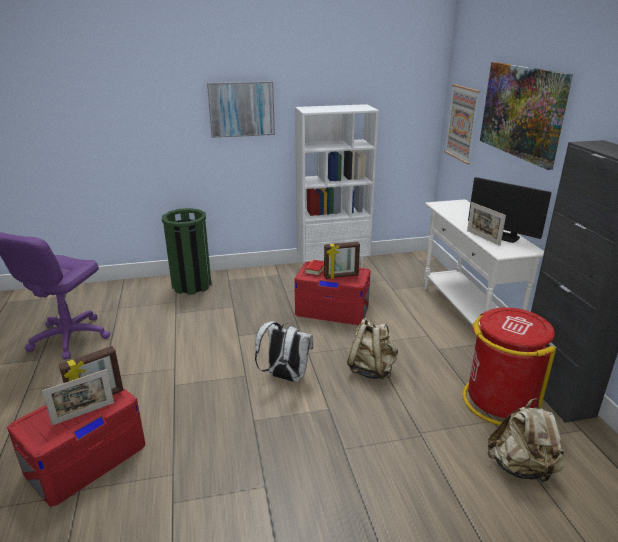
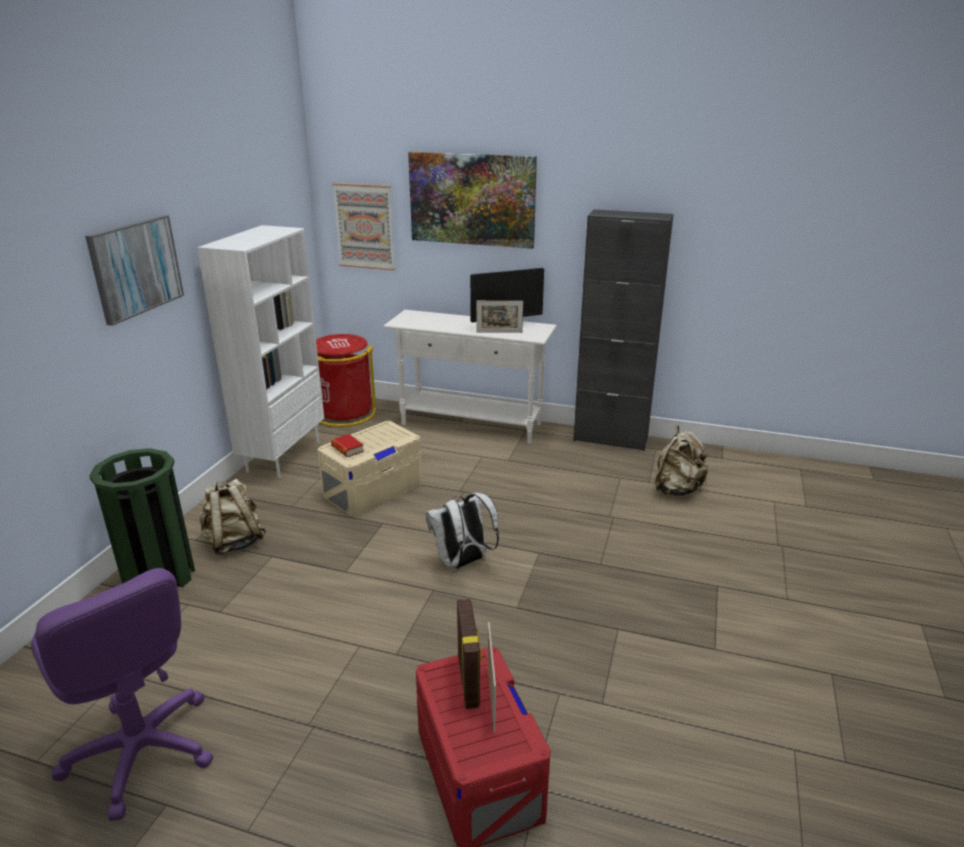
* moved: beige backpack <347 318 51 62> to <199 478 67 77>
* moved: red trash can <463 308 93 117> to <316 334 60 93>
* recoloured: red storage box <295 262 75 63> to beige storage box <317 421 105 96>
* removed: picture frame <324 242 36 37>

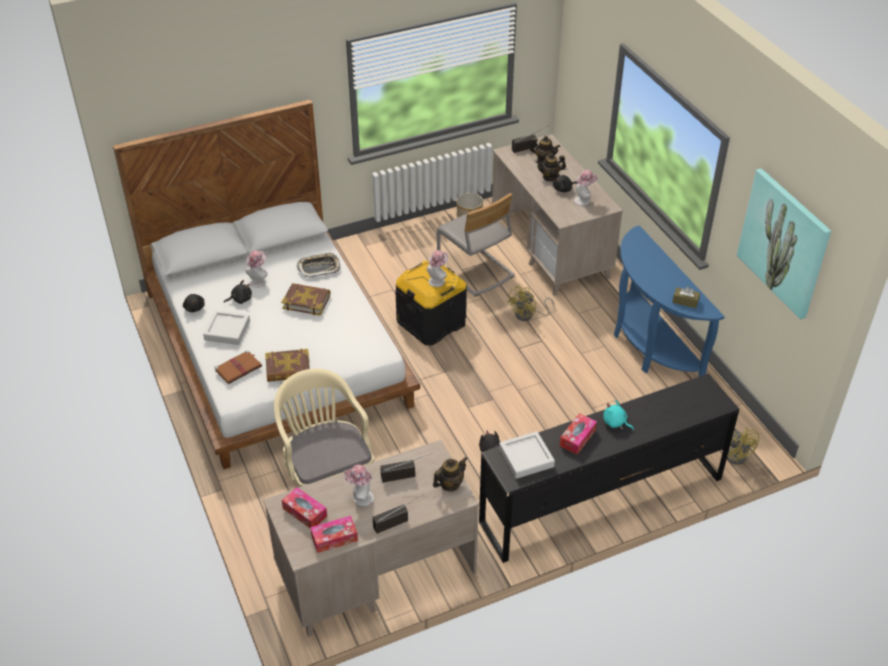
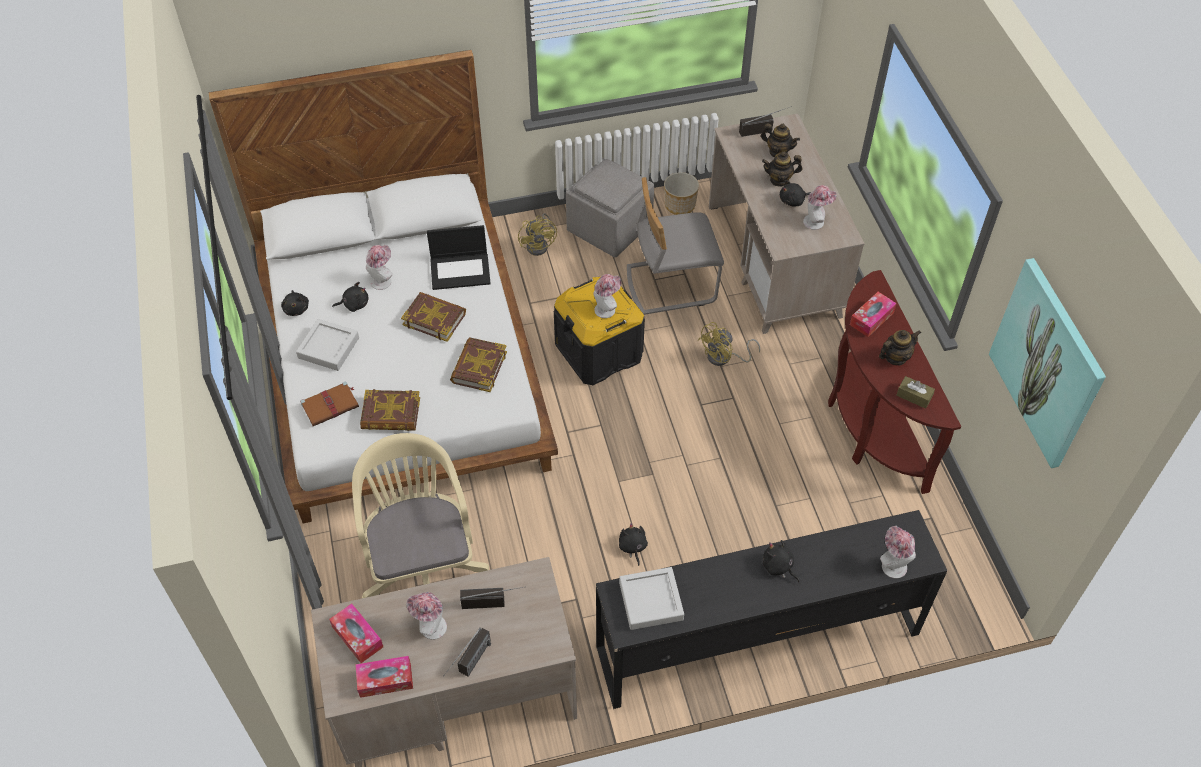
* replaced: tray <297 252 43 25> to laptop <427 225 64 65>
* turned: radio <373 495 49 39> = <443 628 48 49> 135 degrees clockwise
* added: book <450 337 57 55>
* moved: yellow fan <727 427 33 38> to <518 213 39 43>
* added: grey ottoman <566 158 88 99>
* turned: grey chair <436 193 79 104> = <627 177 97 138> 105 degrees clockwise
* recoloured: turquoise plush toy <603 400 31 30> to black plush toy <763 540 36 42>
* recoloured: blue console table <614 225 111 152> to brown console table <828 270 133 224>
* moved: tissue box <559 413 38 41> to <850 292 47 45>
* moved: teapot <433 457 35 34> to <879 330 42 36>
* added: hat <880 526 36 52>

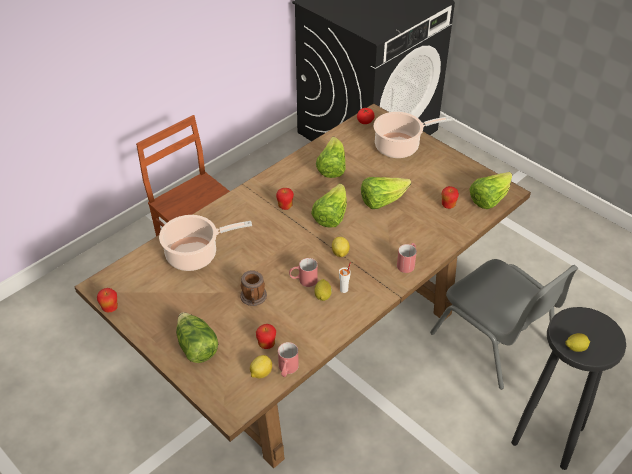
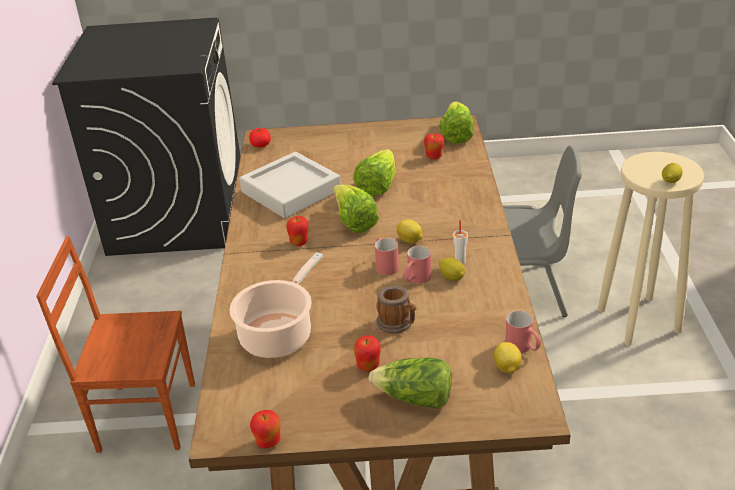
* replaced: lettuce <316 137 30 41> to grey tray <239 152 102 66>
* moved: apple <256 324 20 25> to <354 335 27 37>
* moved: red mug <397 243 20 30> to <375 238 24 37>
* recoloured: black stool <511 307 115 163> to beige stool <598 152 106 194>
* removed: cooking pot <374 112 79 46>

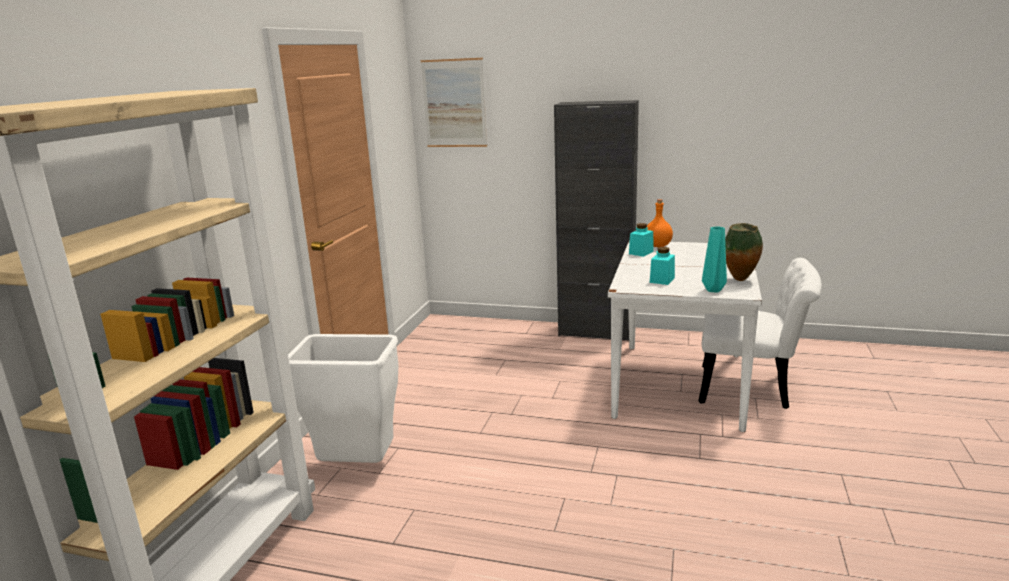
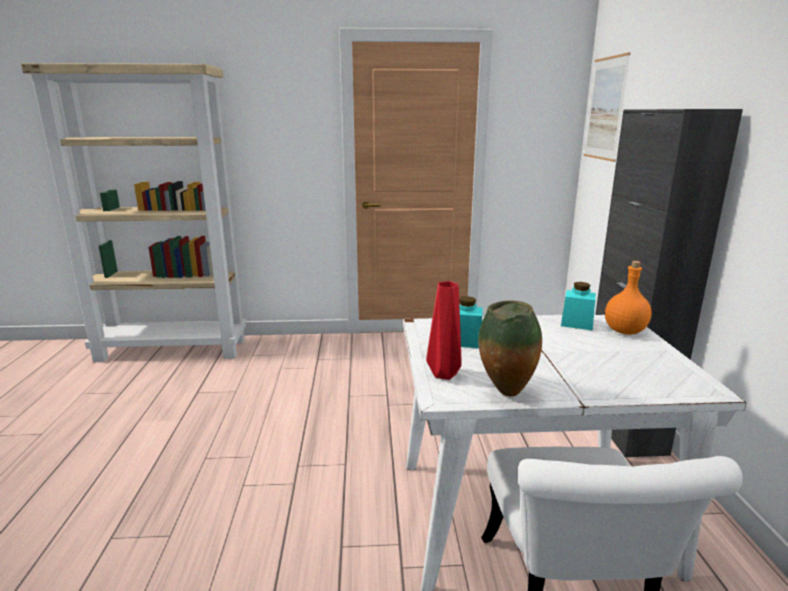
* recoloured: turquoise vase <702 226 25 67> to red vase <426 281 36 99>
* removed: white trash can <288 334 110 129>

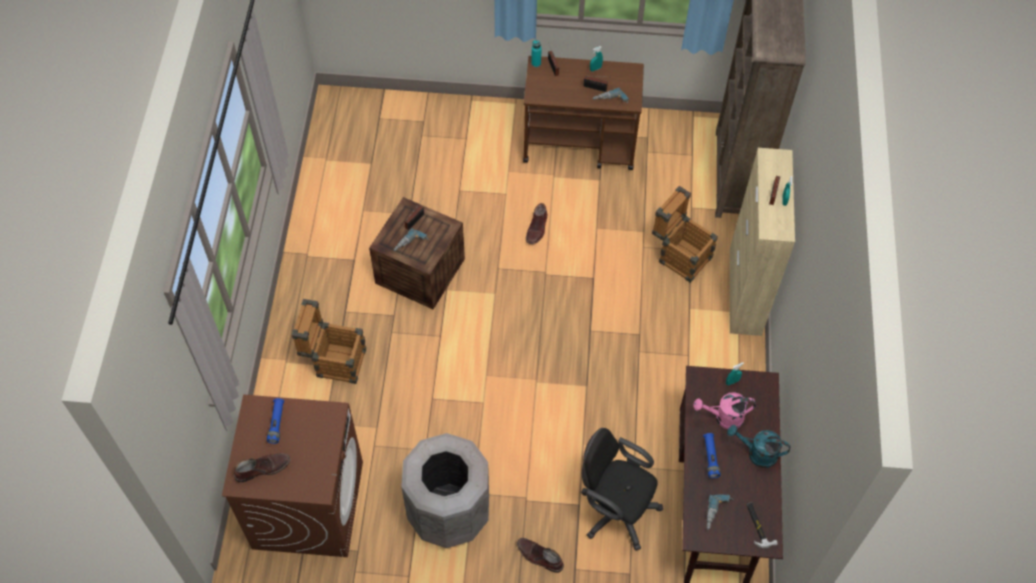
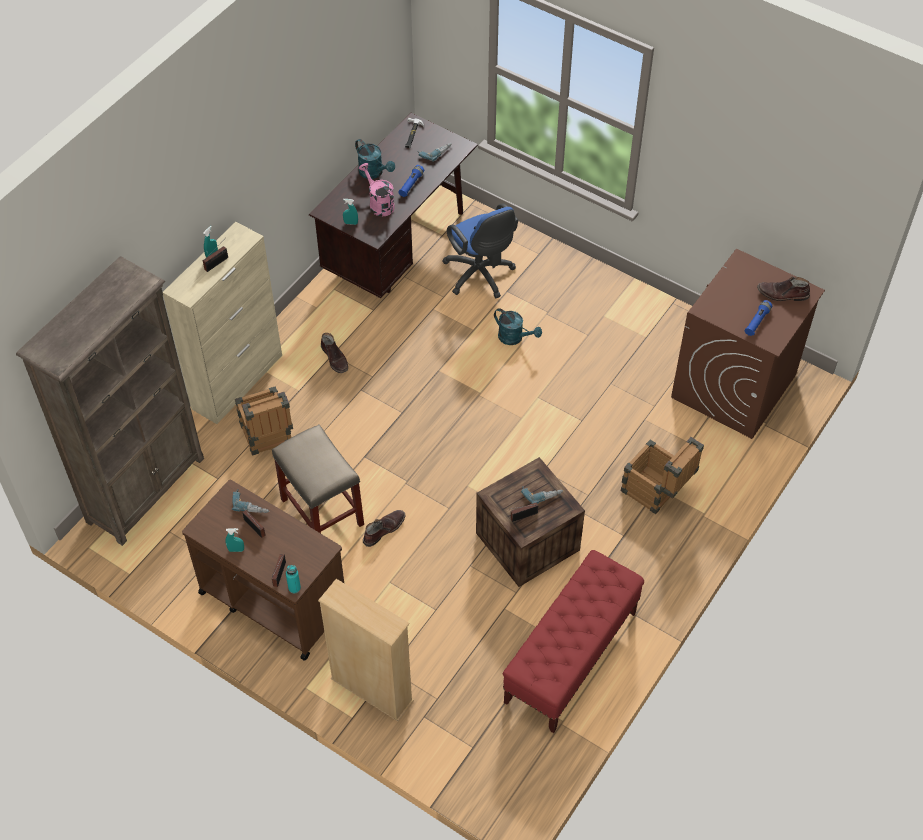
* added: beige stool <272 424 92 109>
* added: beige bookcase <318 579 96 142>
* moved: brown boot <517 538 47 35> to <321 333 27 40>
* turned: pink watering can <693 392 63 37> = <359 163 36 54> 150 degrees counterclockwise
* recoloured: black office chair <581 428 82 123> to blue office chair <443 203 75 95>
* added: turquoise watering can <494 309 48 36>
* added: red bench <503 550 141 183>
* removed: grey trash can <401 433 88 115>

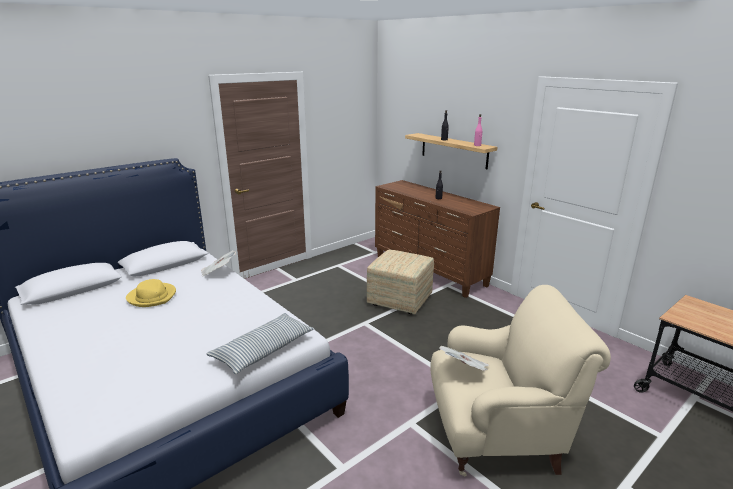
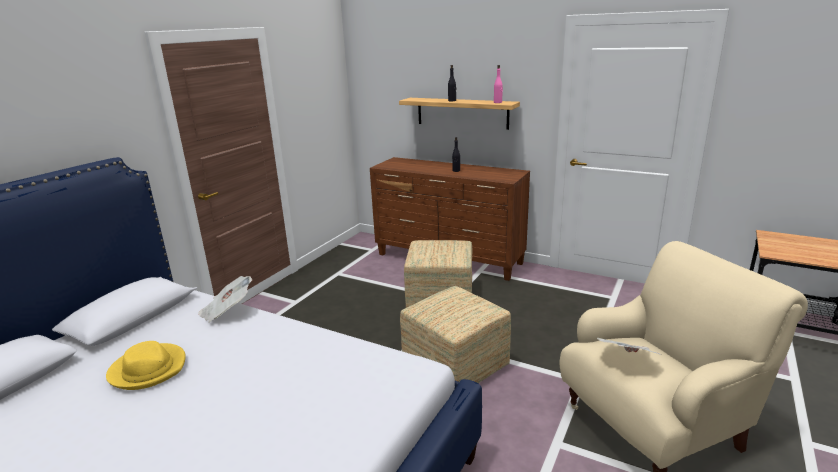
* added: ottoman <400 286 111 97>
* removed: pillow <206 313 108 61>

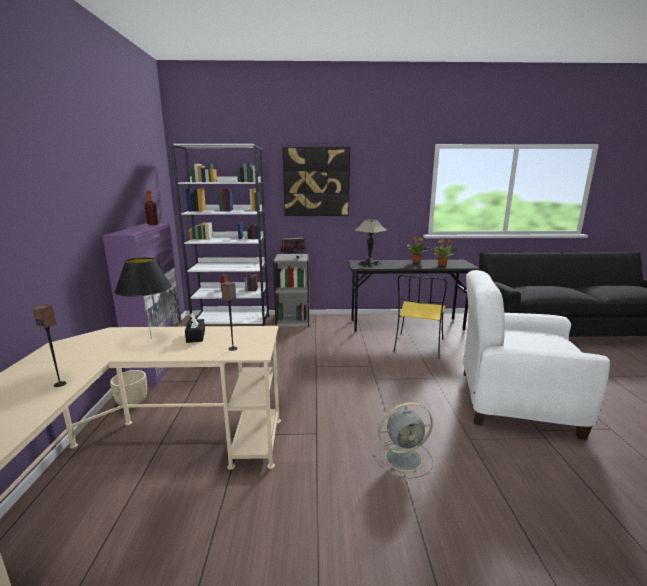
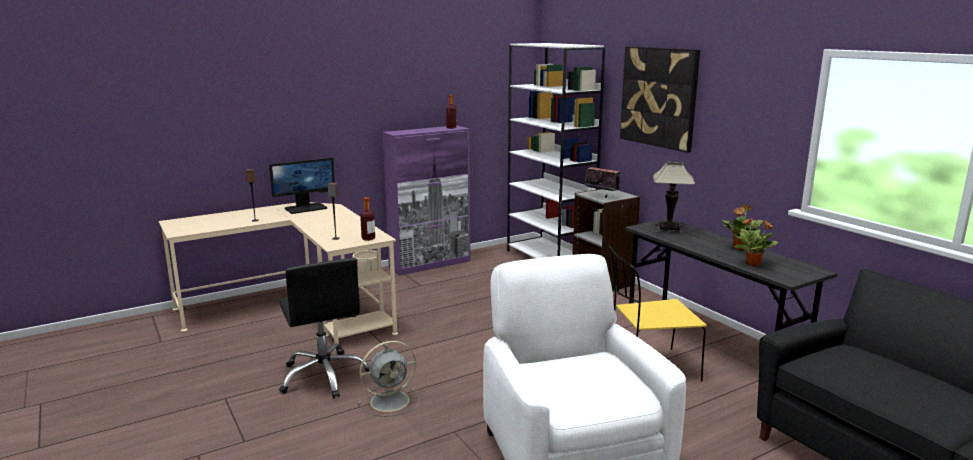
* added: monitor <269 157 66 57>
* added: black office chair <279 258 90 141>
* turned: grey fan <373 402 60 76> = <358 341 62 76> 75 degrees counterclockwise
* added: bottle <360 197 15 44>
* removed: black table lamp <114 257 58 82>
* removed: black tissue box <185 313 20 30>

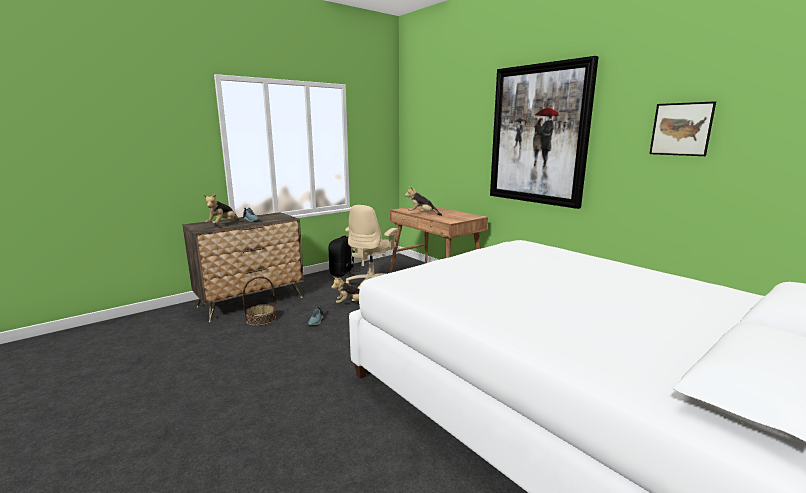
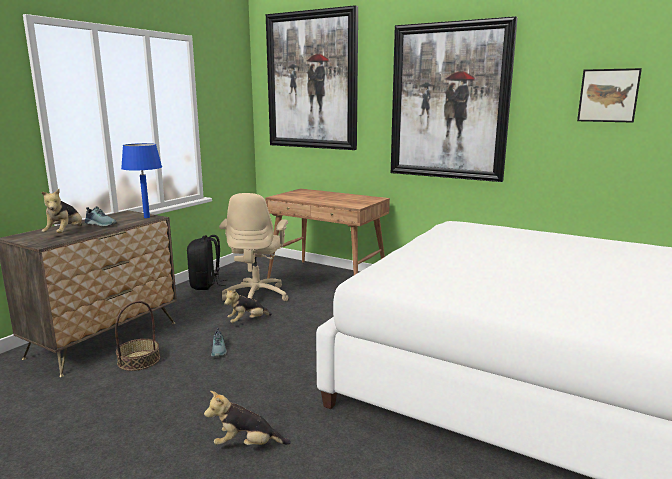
* added: blue table lamp <121 143 41 75>
* moved: plush toy <405 186 37 30> to <204 391 87 54>
* added: picture <266 5 92 145>

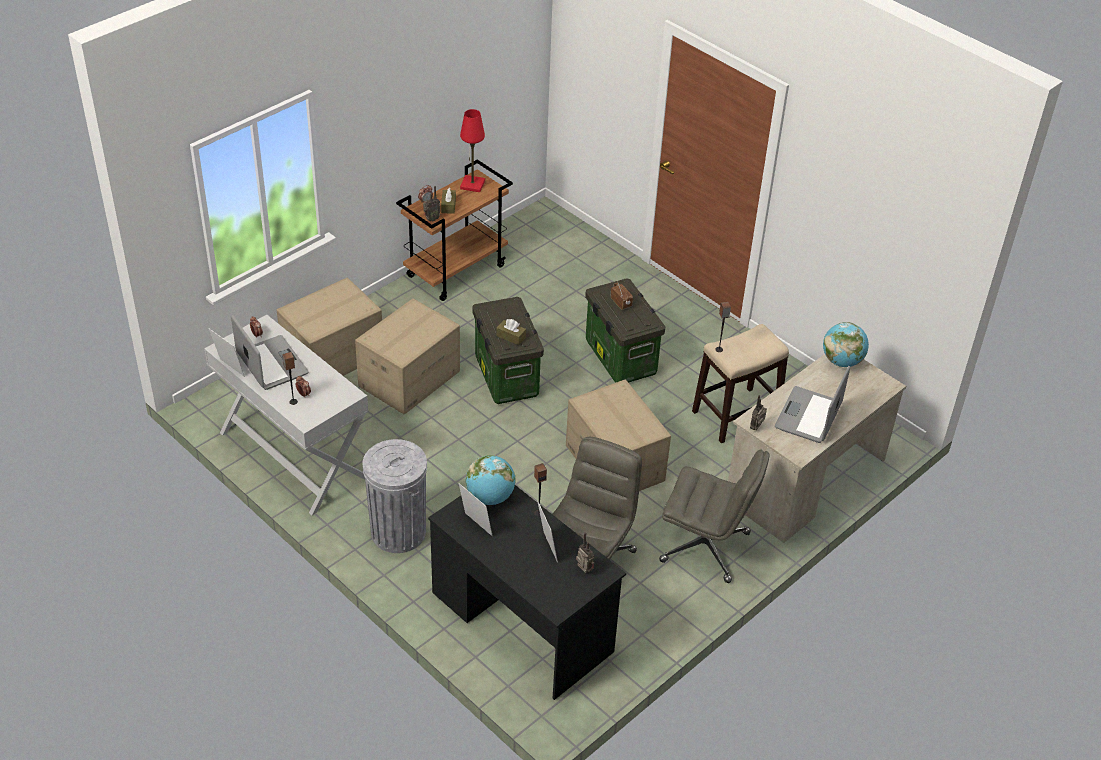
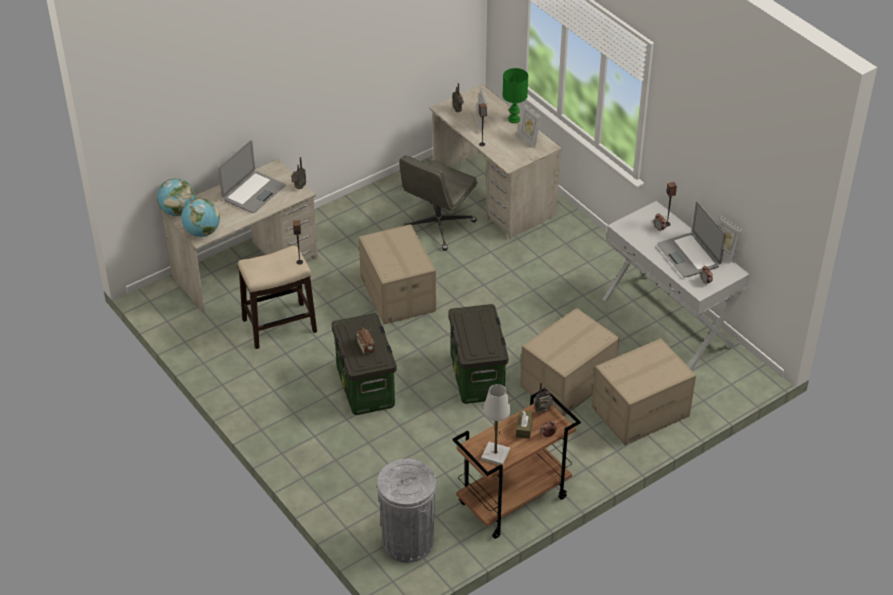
* moved: globe <465 455 51 50> to <157 178 39 38>
* moved: grey trash can <362 439 65 114> to <377 459 59 104>
* recoloured: black desk <428 485 198 215> to beige desk <429 85 133 154>
* recoloured: red table lamp <460 109 25 83> to white table lamp <481 384 30 82>
* added: green table lamp <502 68 26 55>
* removed: brown tissue box <496 319 30 26>
* removed: grey office chair <659 449 111 134>

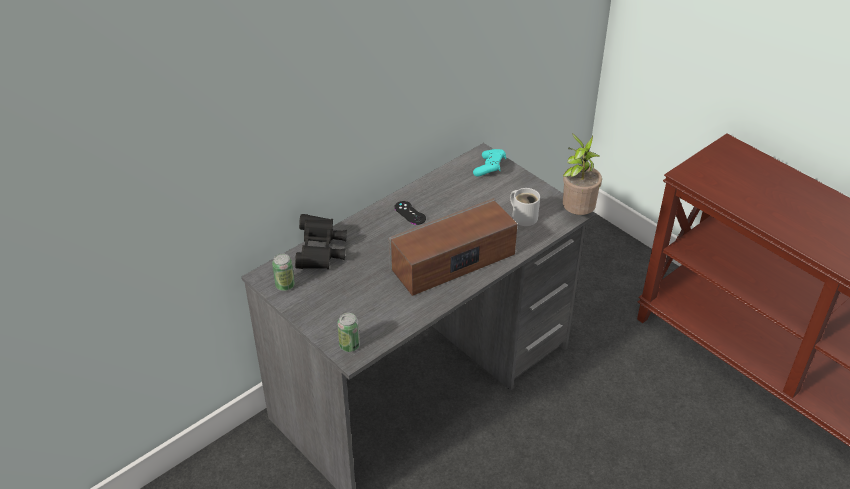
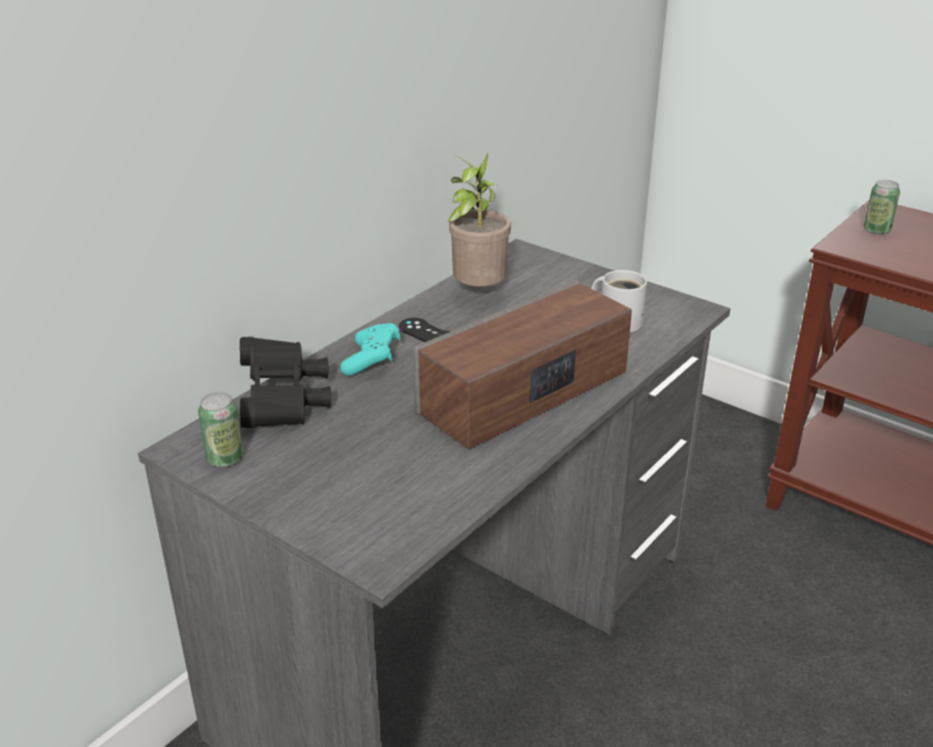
* moved: turquoise game controller <473 149 33 28> to <340 323 61 53>
* moved: potted plant <563 133 39 82> to <448 153 63 134>
* moved: can <337 313 23 39> to <864 180 36 55>

